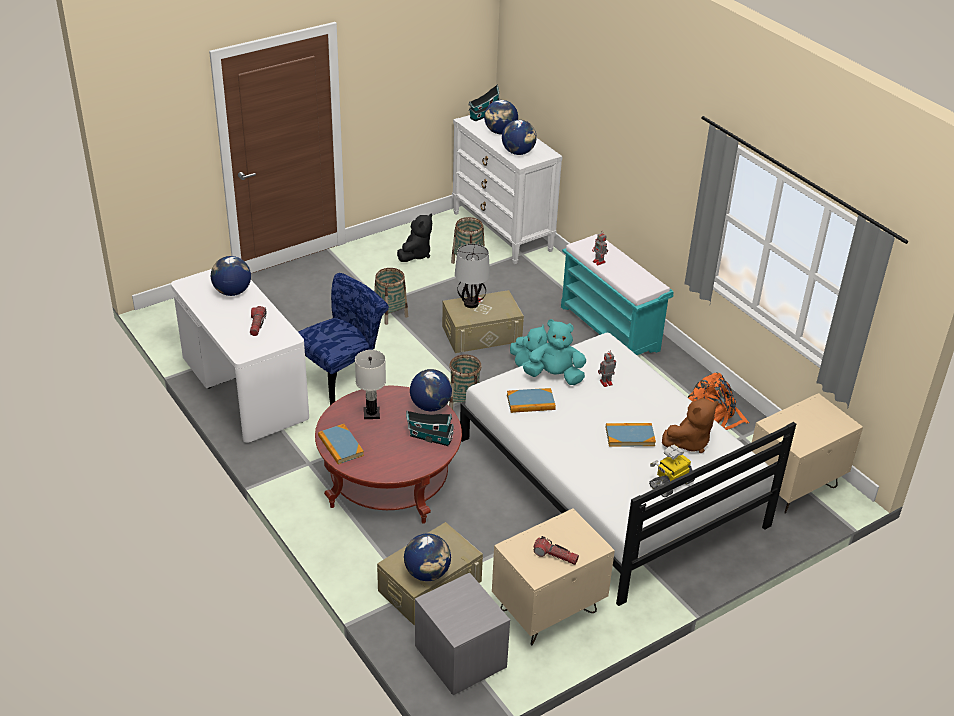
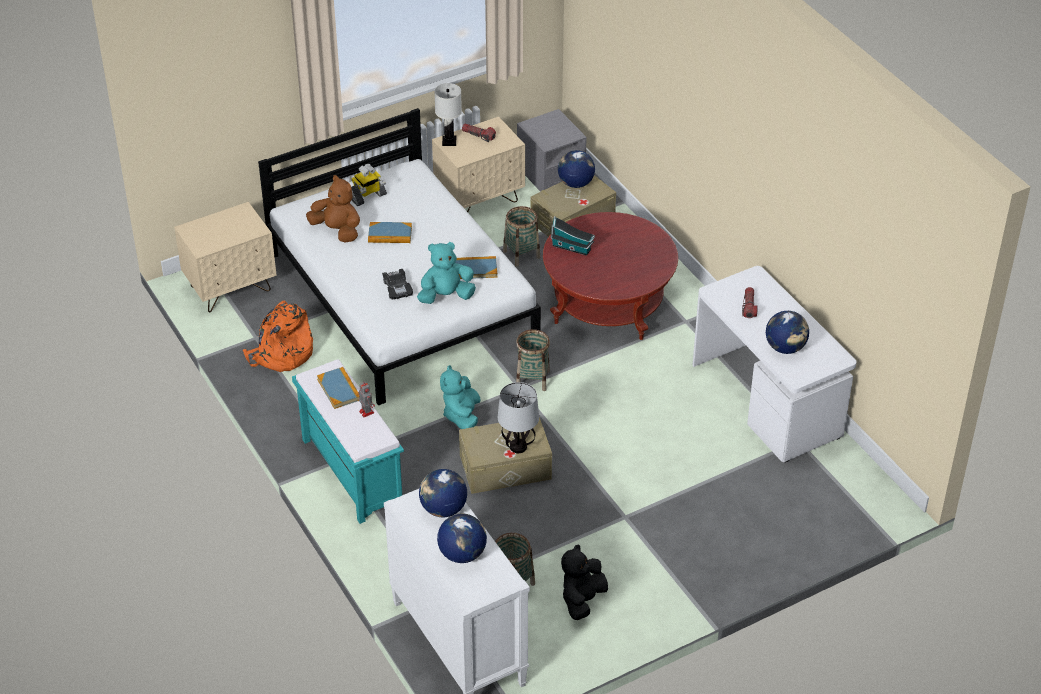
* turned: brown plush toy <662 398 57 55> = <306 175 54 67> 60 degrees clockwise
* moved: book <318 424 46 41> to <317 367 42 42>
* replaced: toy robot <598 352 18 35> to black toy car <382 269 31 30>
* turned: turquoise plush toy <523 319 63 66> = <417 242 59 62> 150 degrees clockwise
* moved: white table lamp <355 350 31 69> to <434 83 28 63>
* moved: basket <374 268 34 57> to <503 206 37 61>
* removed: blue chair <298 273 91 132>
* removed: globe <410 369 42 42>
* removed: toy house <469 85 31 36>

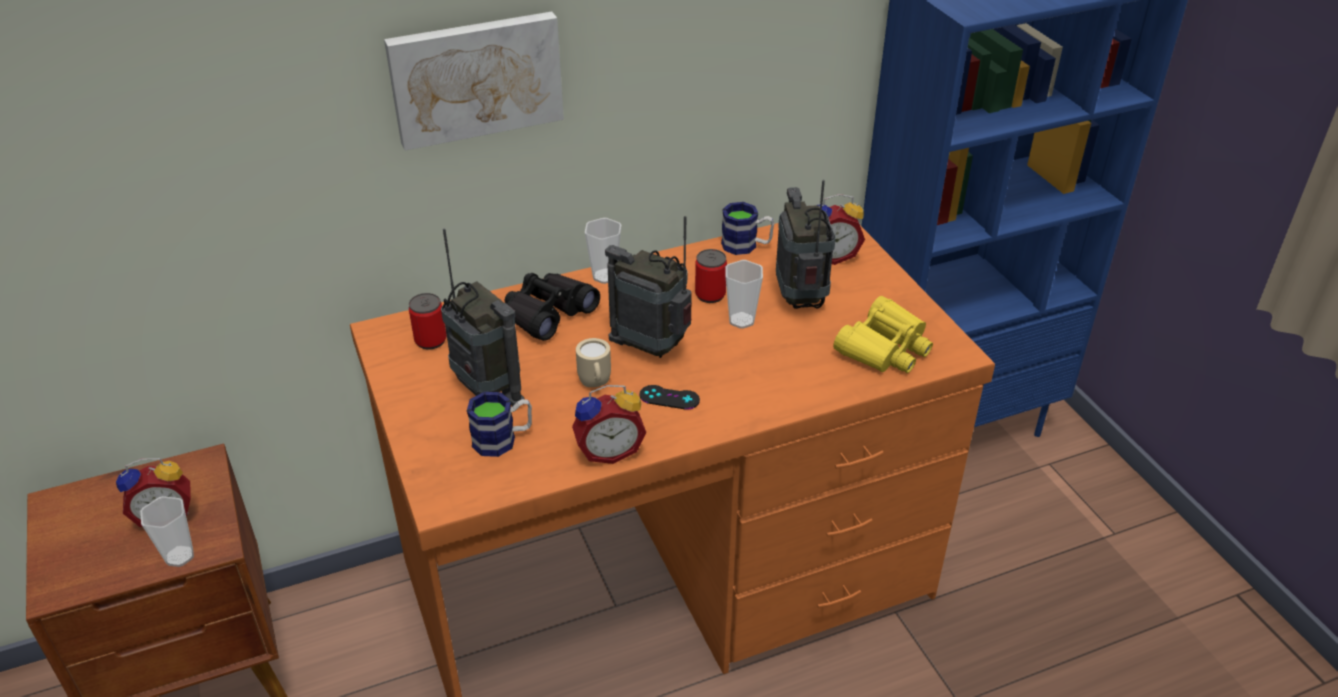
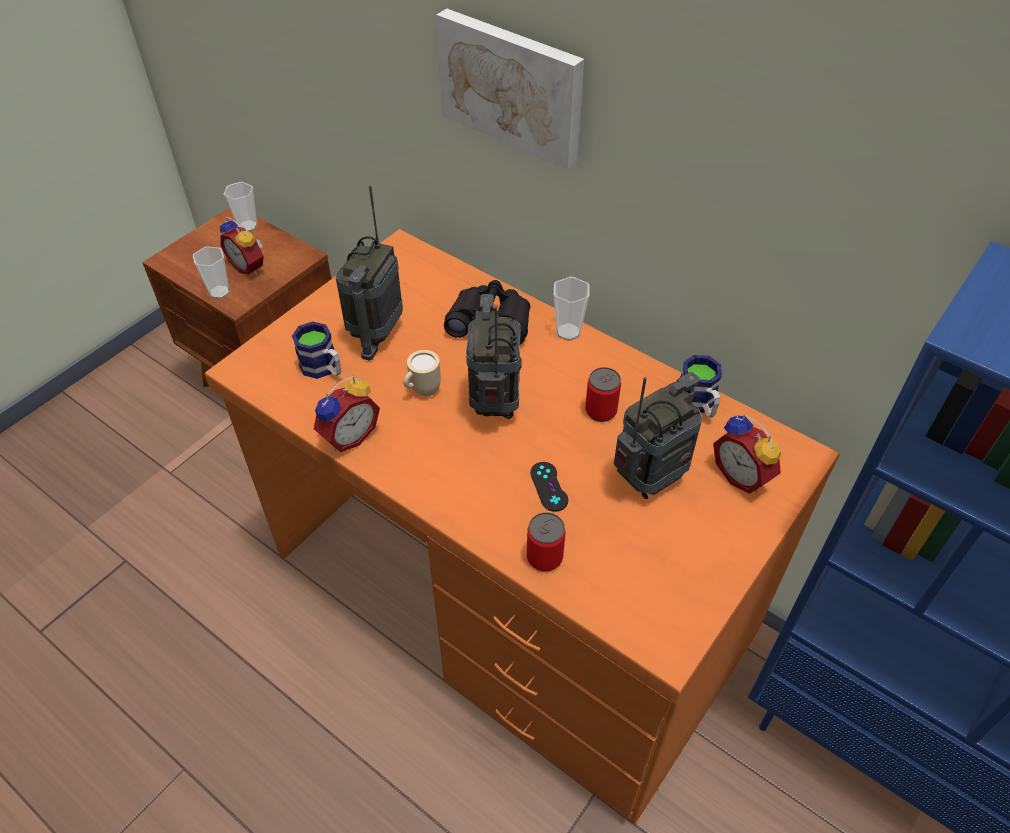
* moved: cup <725 260 38 69> to <224 182 33 50>
* turned: alarm clock <572 385 74 79> = <314 376 66 76> 90 degrees counterclockwise
* moved: can <409 293 38 57> to <527 512 38 60>
* moved: black game controller <639 385 61 25> to <530 462 38 50>
* removed: yellow binoculars <833 296 100 77>

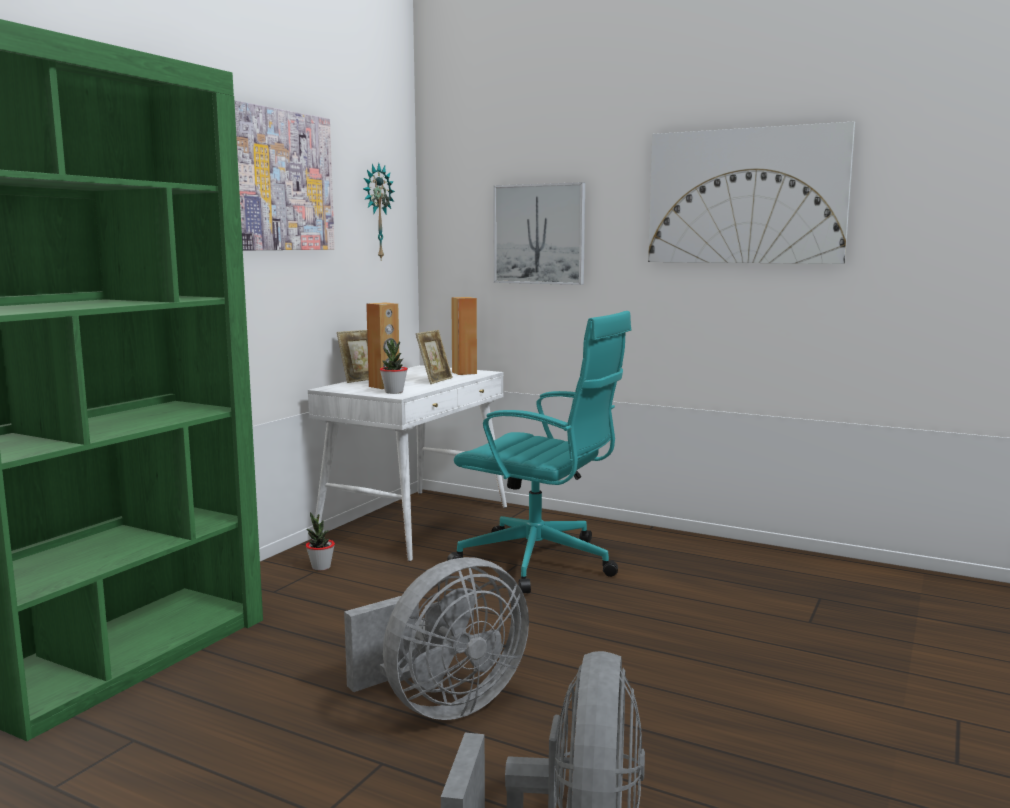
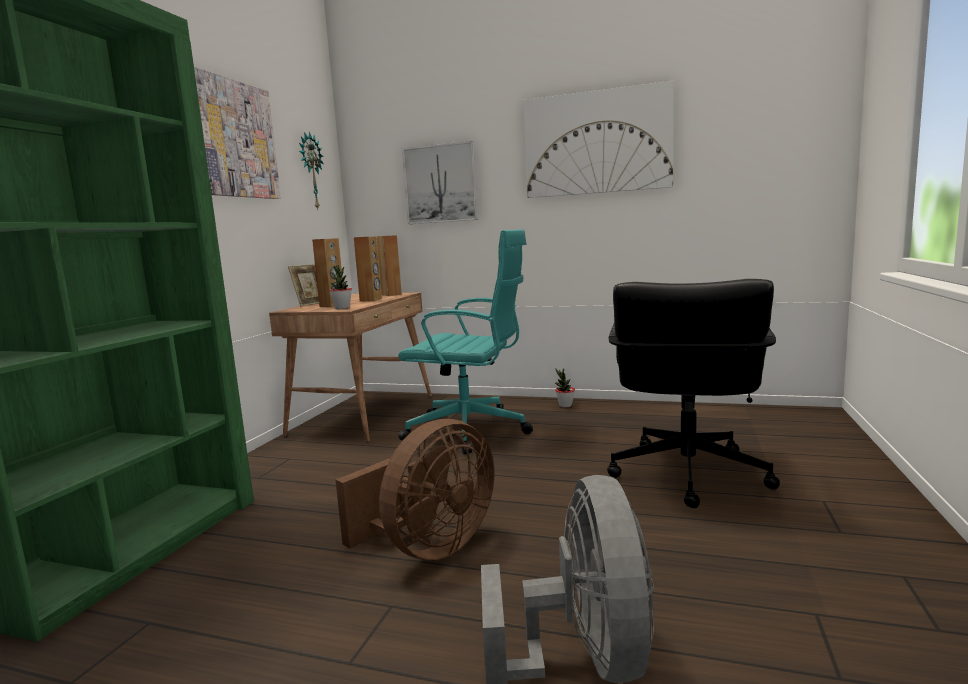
* recoloured: white desk <308 365 199 197> to brown desk <269 292 163 150>
* recoloured: grey fan <344 557 185 163> to brown fan <336 419 158 141>
* replaced: picture frame <416 330 37 54> to brown speaker <354 236 28 66>
* moved: potted plant <306 512 29 59> to <555 369 20 38>
* added: black office chair <607 279 173 229>

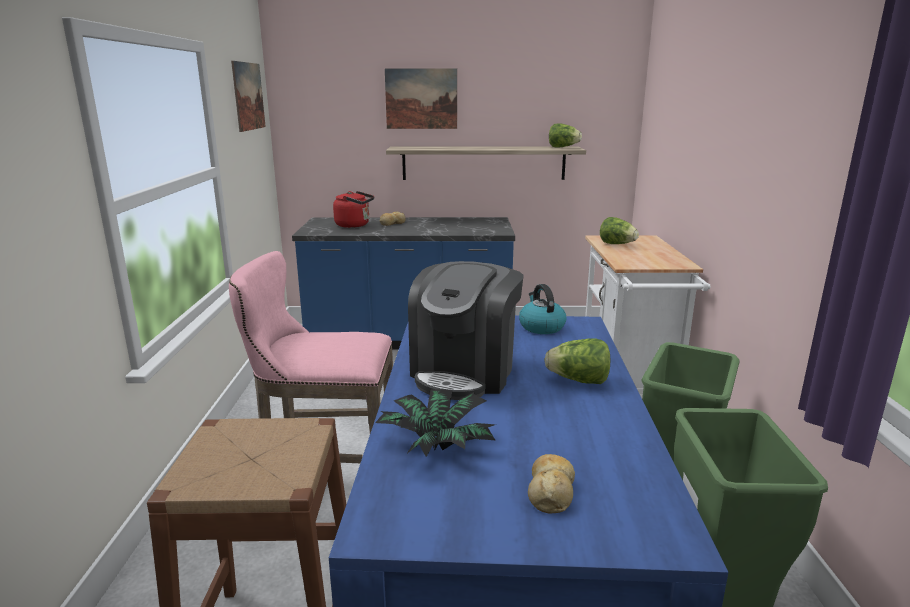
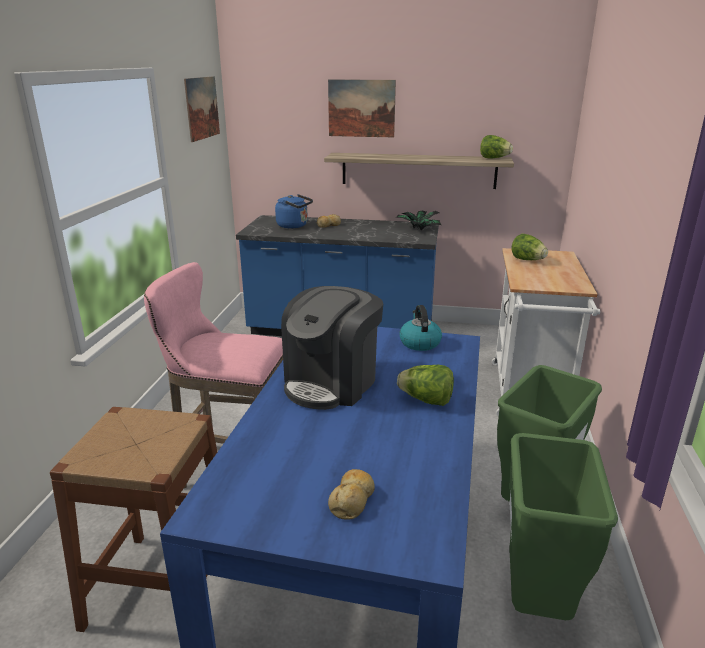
* recoloured: red kettle <333 191 41 37> to blue kettle <275 194 38 34>
* moved: potted plant <375 389 121 68> to <395 210 46 20>

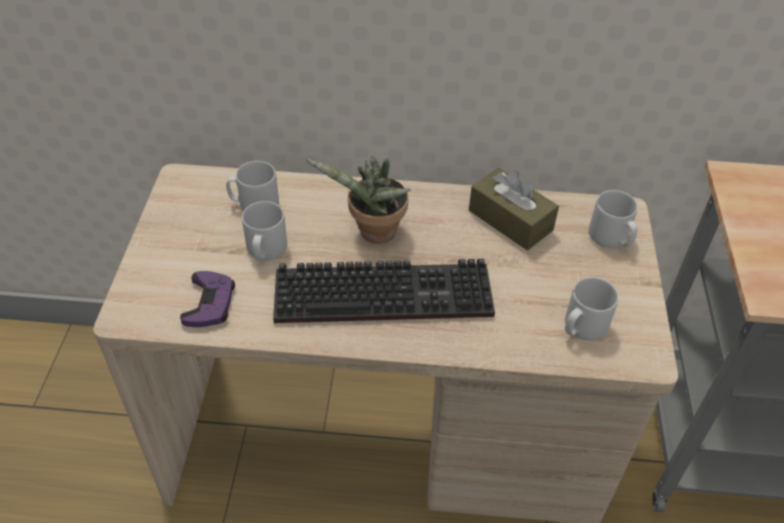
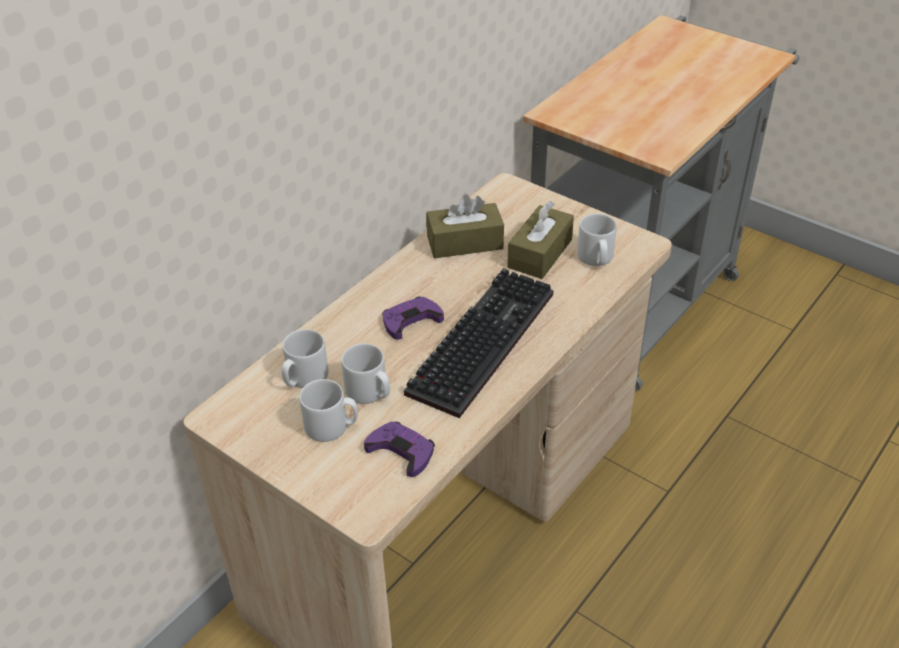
* moved: grey mug <589 190 49 58> to <299 379 59 63>
* replaced: potted plant <306 156 105 88> to purple game controller <382 296 62 44>
* added: brown tissue box <507 201 67 78>

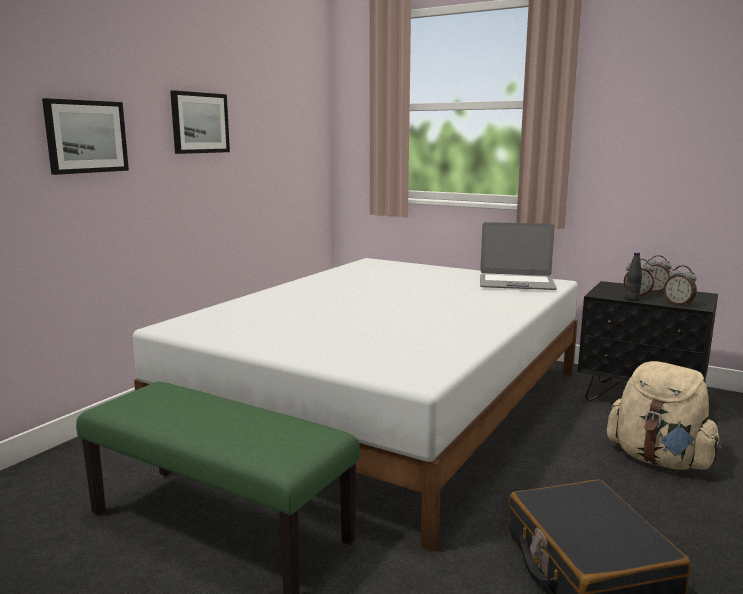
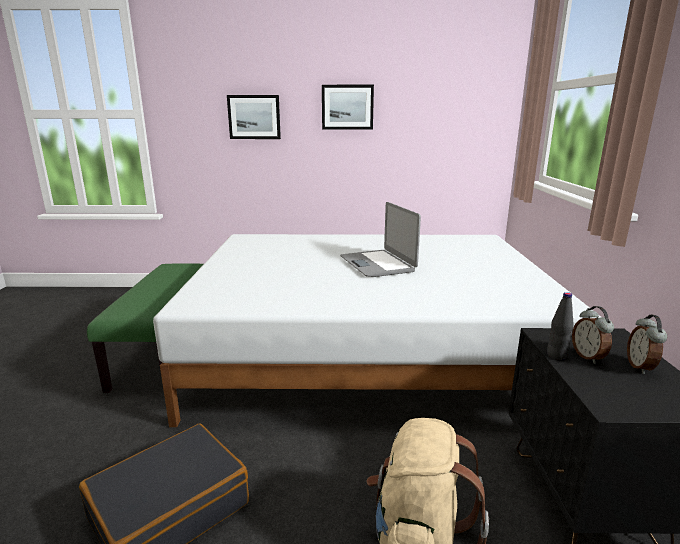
* moved: laptop <480 222 77 68> to <340 202 81 75>
* removed: alarm clock <664 265 33 42>

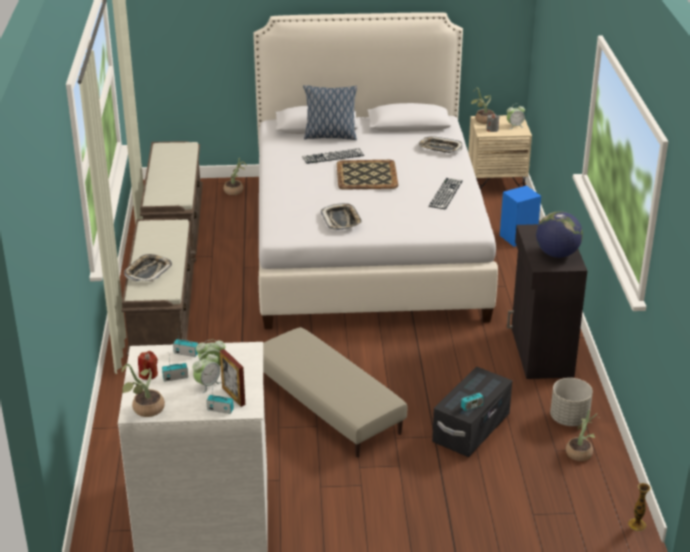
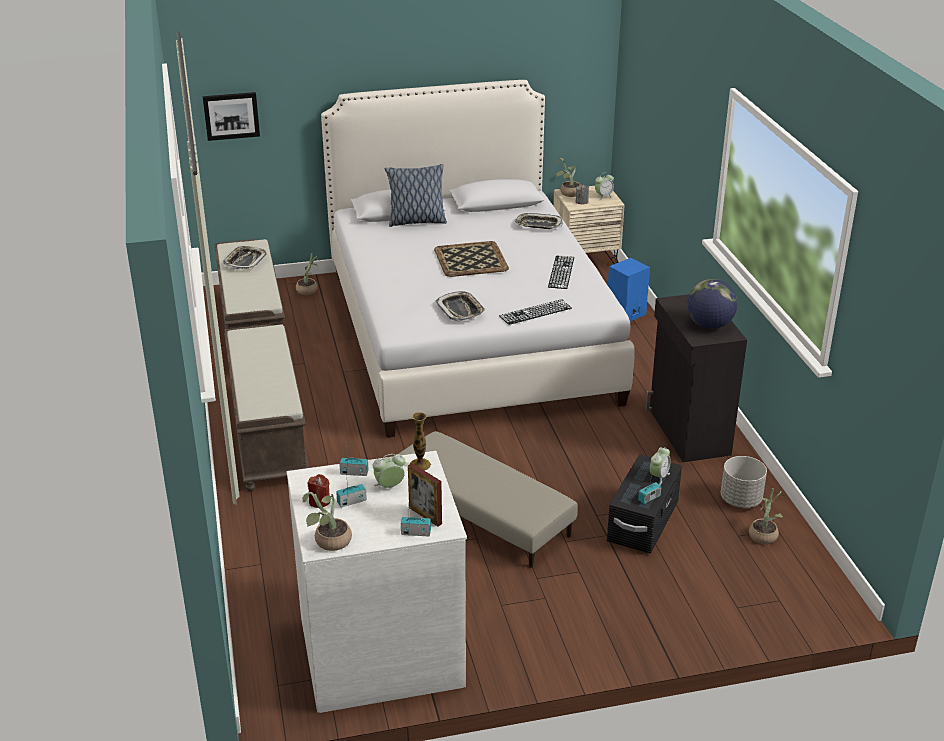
* added: picture <203 92 57 49>
* moved: tray <124 254 48 28> to <223 246 44 23>
* moved: vase <628 483 23 48> to <410 412 21 59>
* moved: keyboard <302 148 62 16> to <499 299 73 26>
* moved: alarm clock <193 353 28 40> to <650 447 21 38>

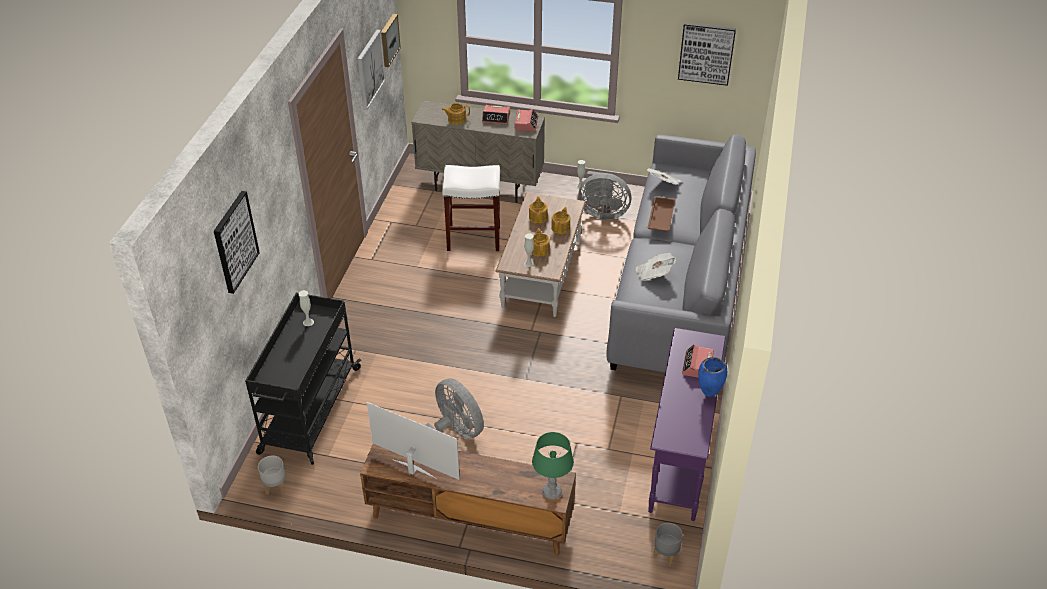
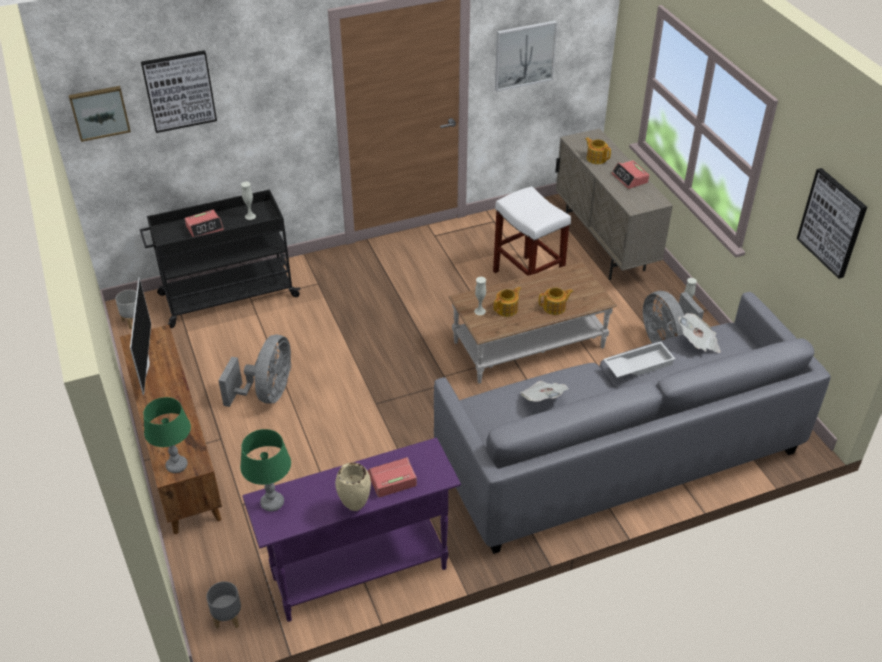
* moved: picture <381 14 20 53> to <69 86 62 56>
* moved: alarm clock <515 109 23 23> to <185 210 39 27>
* added: green table lamp <240 429 51 83>
* recoloured: blue vase <698 357 29 40> to beige vase <335 462 36 49>
* recoloured: brown tray <648 196 27 36> to white tray <603 342 72 36>
* removed: teapot <529 196 19 28>

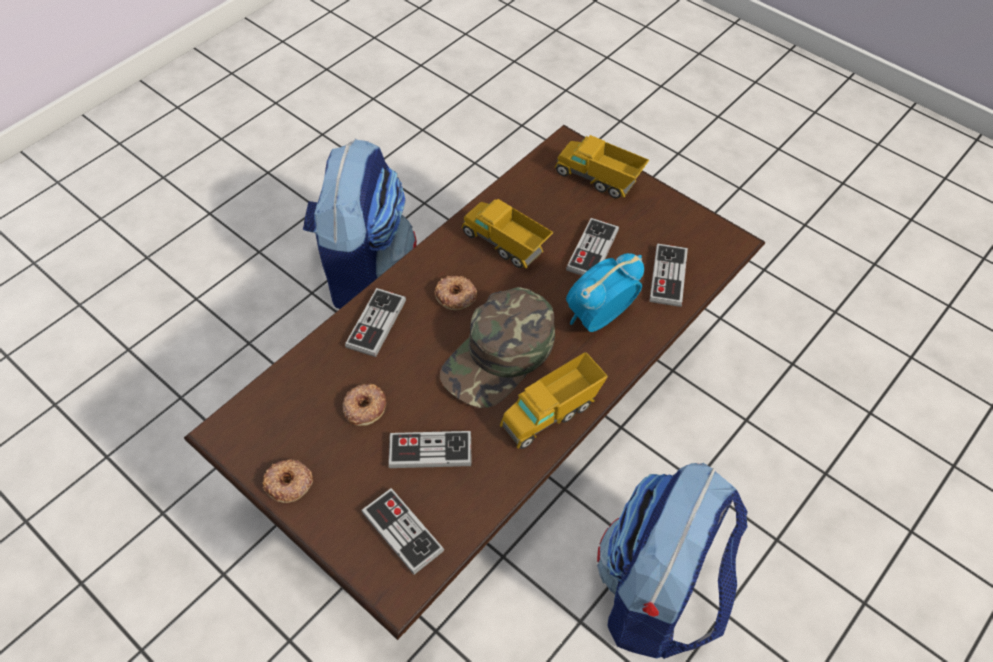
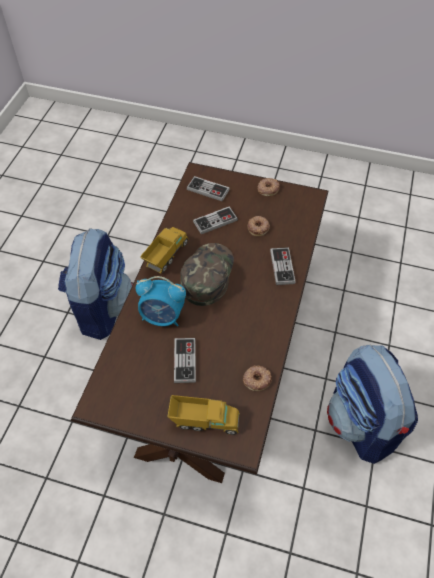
* turned: alarm clock <566 253 78 79> = <136 276 50 50> 75 degrees clockwise
* moved: donut <434 275 43 35> to <243 365 29 26>
* removed: toy truck <461 199 92 69>
* removed: game controller <650 243 38 64>

